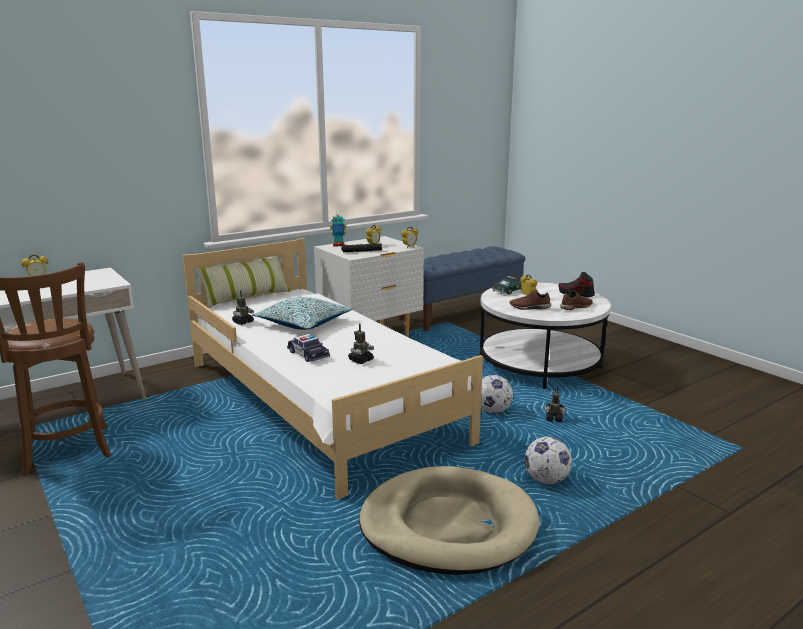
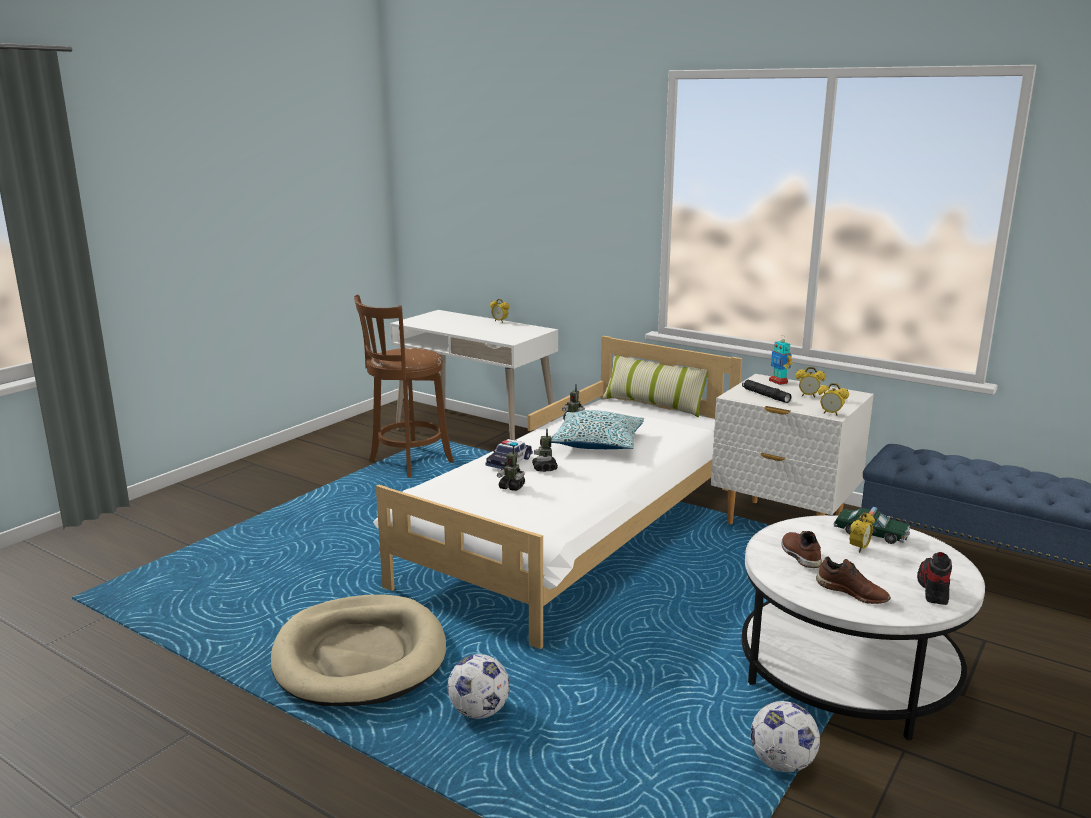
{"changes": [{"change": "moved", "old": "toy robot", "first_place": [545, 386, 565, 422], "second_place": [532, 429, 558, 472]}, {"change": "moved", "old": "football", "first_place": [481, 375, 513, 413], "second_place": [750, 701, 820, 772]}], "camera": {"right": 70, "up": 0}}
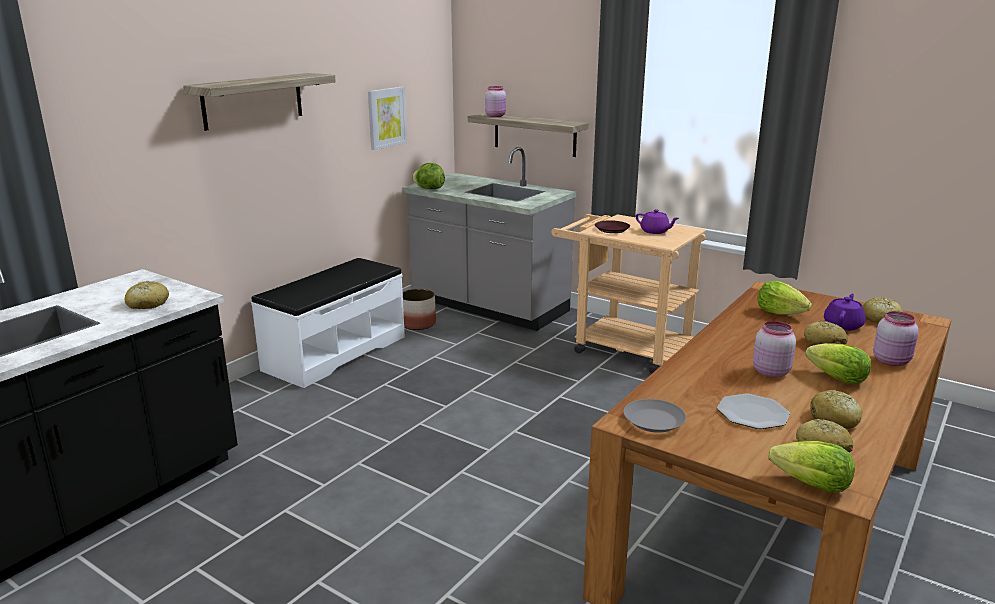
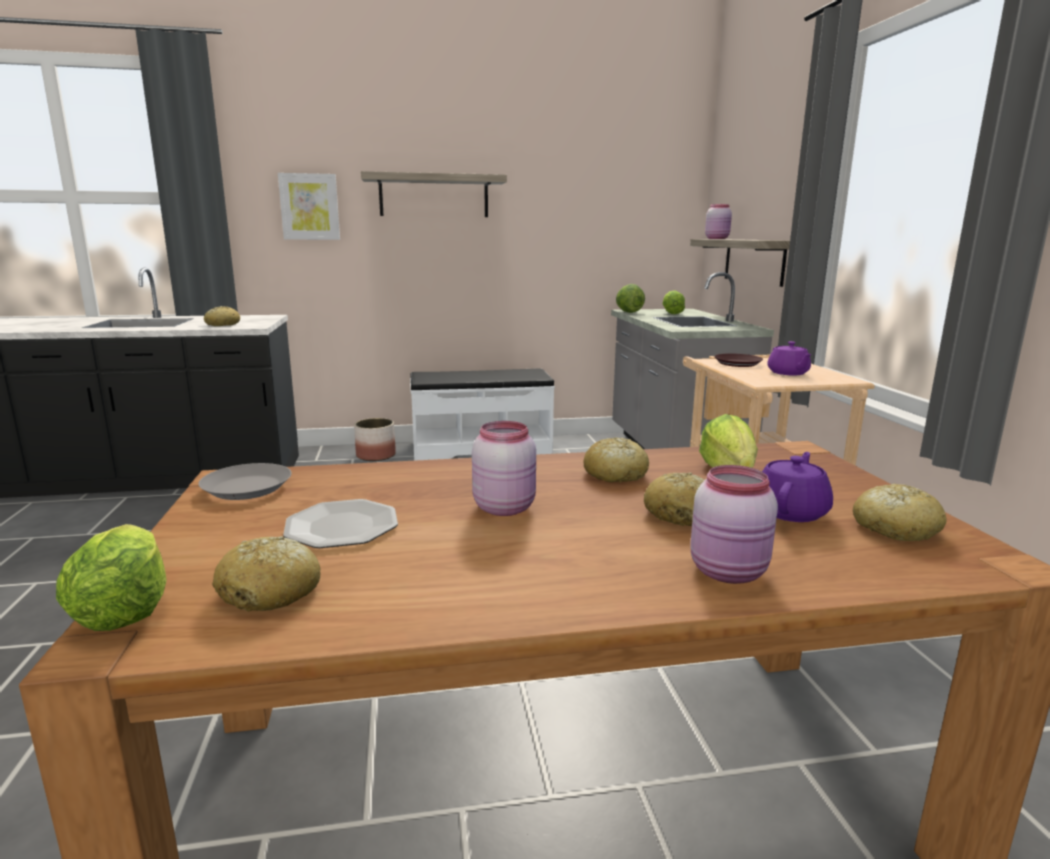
{"changes": [{"change": "moved", "old": "picture", "first_place": [368, 87, 407, 150], "second_place": [278, 173, 340, 240]}, {"change": "moved", "old": "planter", "first_place": [403, 289, 436, 330], "second_place": [354, 418, 396, 461]}, {"change": "moved", "old": "bread", "first_place": [810, 390, 862, 429], "second_place": [583, 437, 649, 483]}, {"change": "moved", "old": "lettuce", "first_place": [805, 343, 871, 384], "second_place": [662, 291, 685, 314]}, {"change": "turned", "old": "teapot (purple)", "first_place": [824, 294, 866, 331], "second_place": [762, 452, 833, 522], "degrees": -45}], "camera": {"right": 45, "up": -5}}
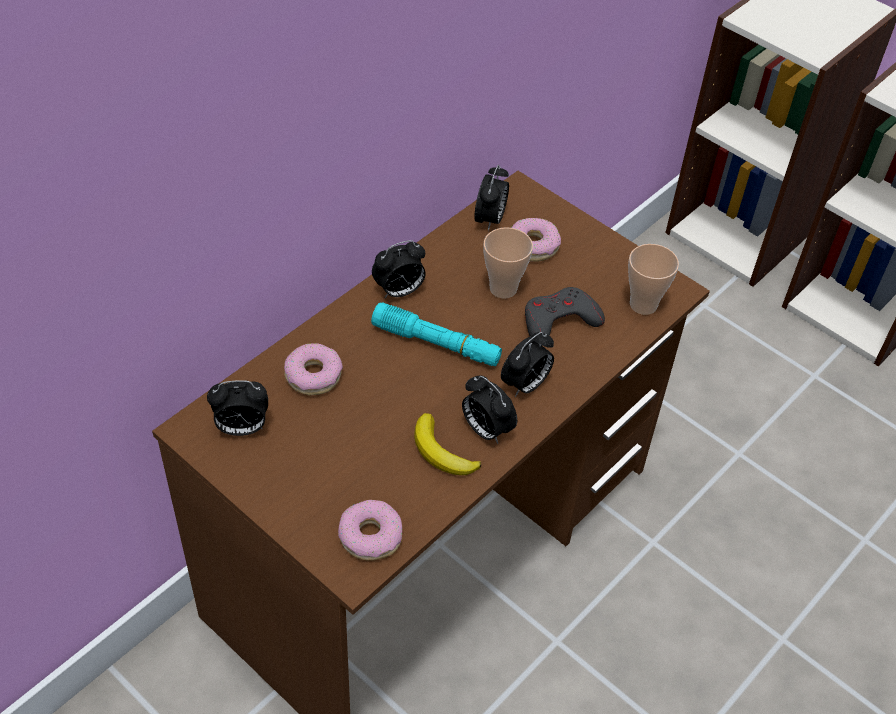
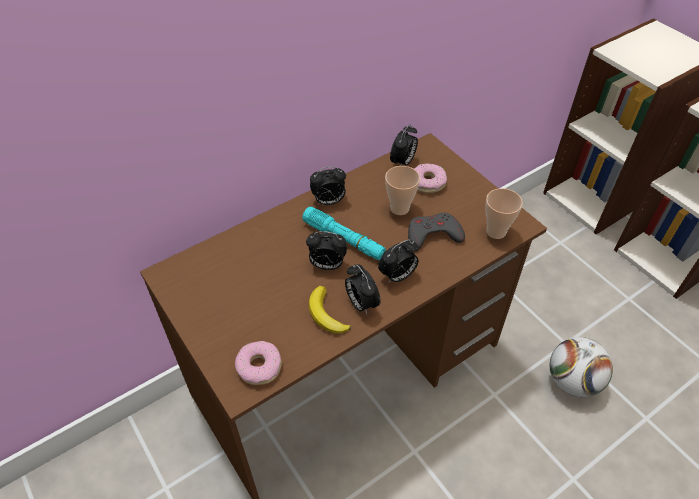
{"changes": [{"change": "moved", "old": "alarm clock", "first_place": [207, 380, 268, 436], "second_place": [306, 231, 347, 270]}, {"change": "added", "new": "football", "second_place": [550, 337, 613, 397]}, {"change": "removed", "old": "donut", "first_place": [284, 343, 343, 396]}], "camera": {"right": 15, "up": 0}}
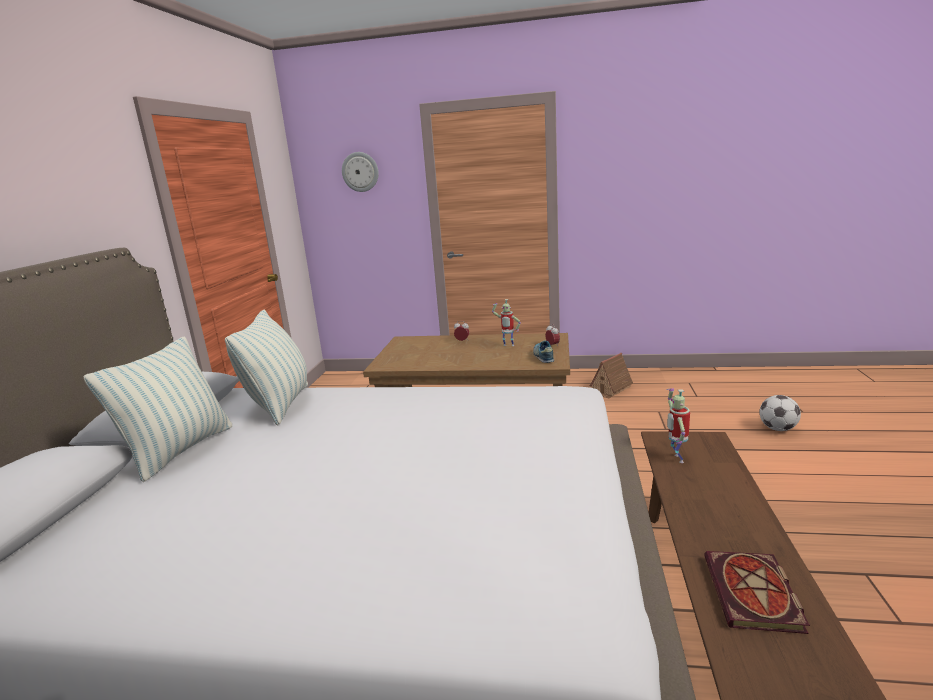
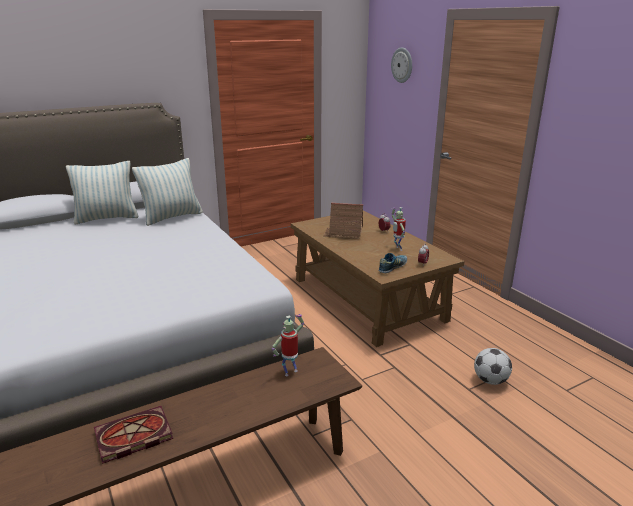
{"changes": [{"change": "moved", "old": "toy house", "first_place": [590, 353, 633, 399], "second_place": [323, 203, 363, 239]}, {"change": "moved", "old": "football", "first_place": [760, 395, 801, 431], "second_place": [474, 348, 512, 385]}], "camera": {"right": 50, "up": 5}}
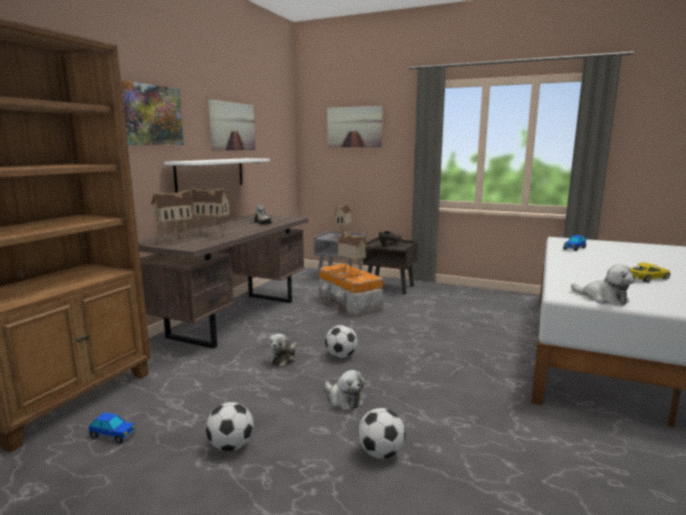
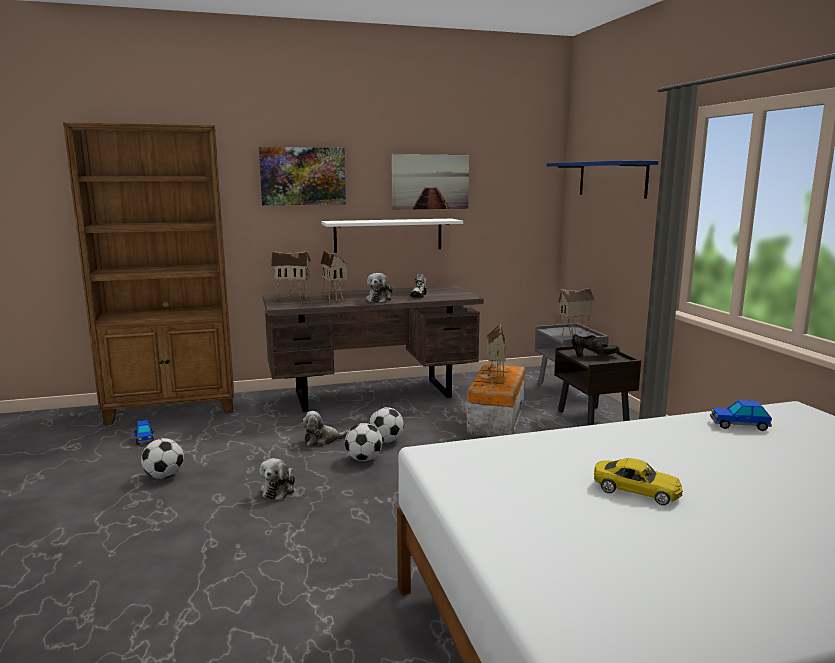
{"changes": [{"change": "moved", "old": "plush toy", "first_place": [571, 264, 635, 306], "second_place": [366, 273, 393, 302]}, {"change": "moved", "old": "football", "first_place": [358, 408, 405, 459], "second_place": [369, 407, 404, 443]}, {"change": "replaced", "old": "picture", "new": "shelf (blue)", "first_place": [327, 106, 382, 147], "second_place": [547, 161, 658, 198]}], "camera": {"right": 50, "up": 0}}
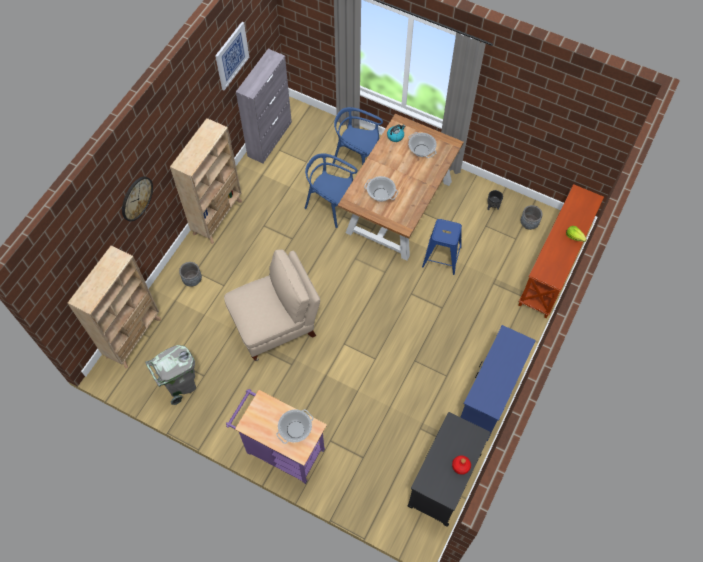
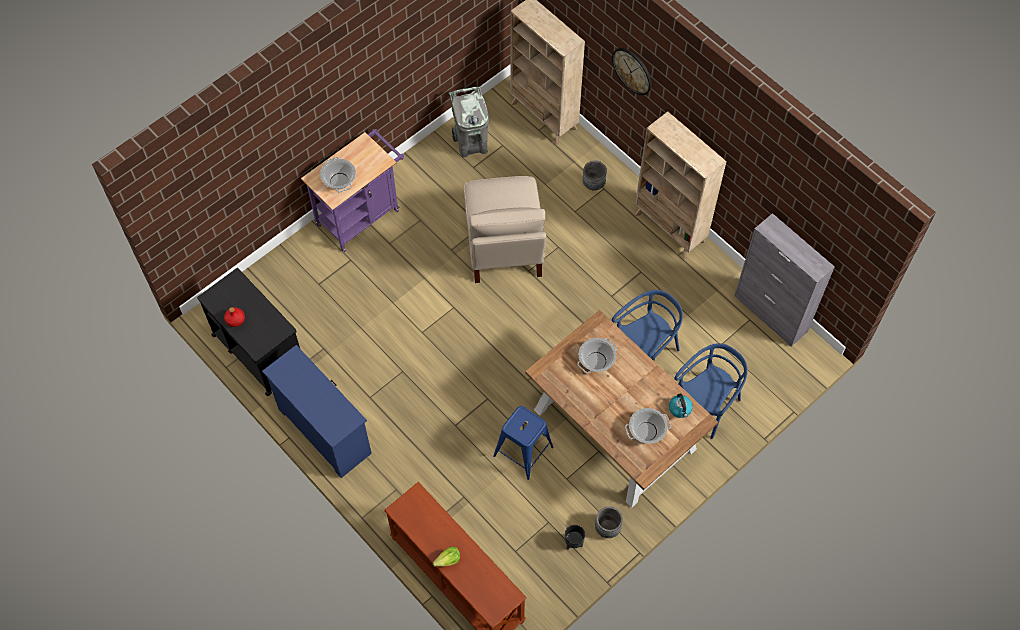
{"changes": [{"change": "moved", "old": "planter (grey)", "first_place": [521, 205, 543, 230], "second_place": [595, 506, 623, 538]}, {"change": "removed", "old": "picture", "first_place": [215, 22, 249, 90]}], "camera": {"right": 110, "up": 0}}
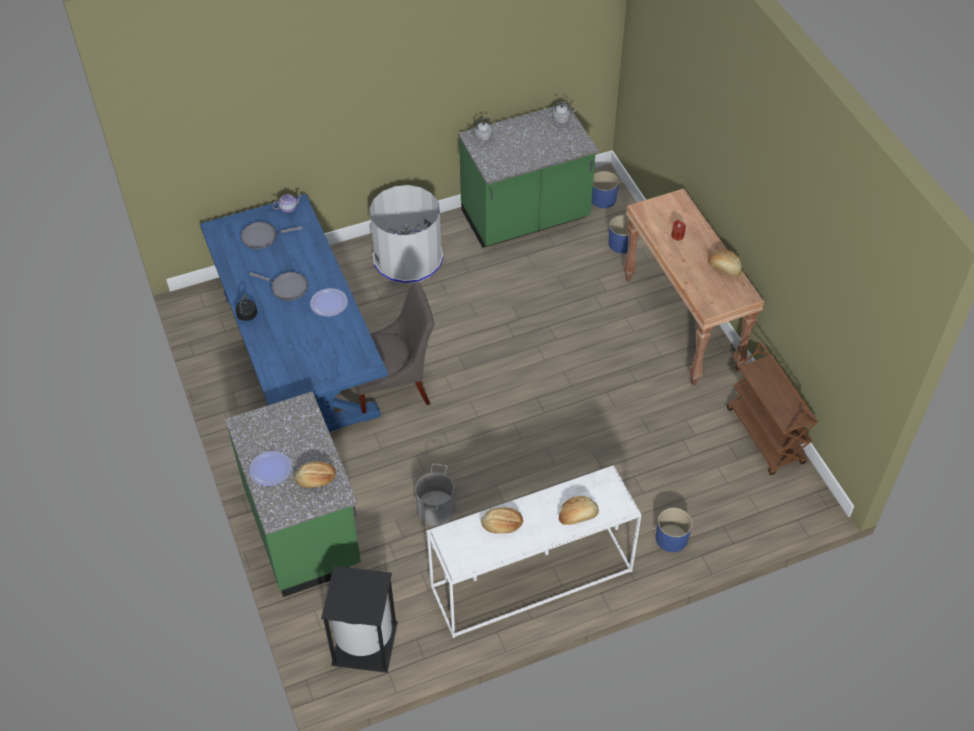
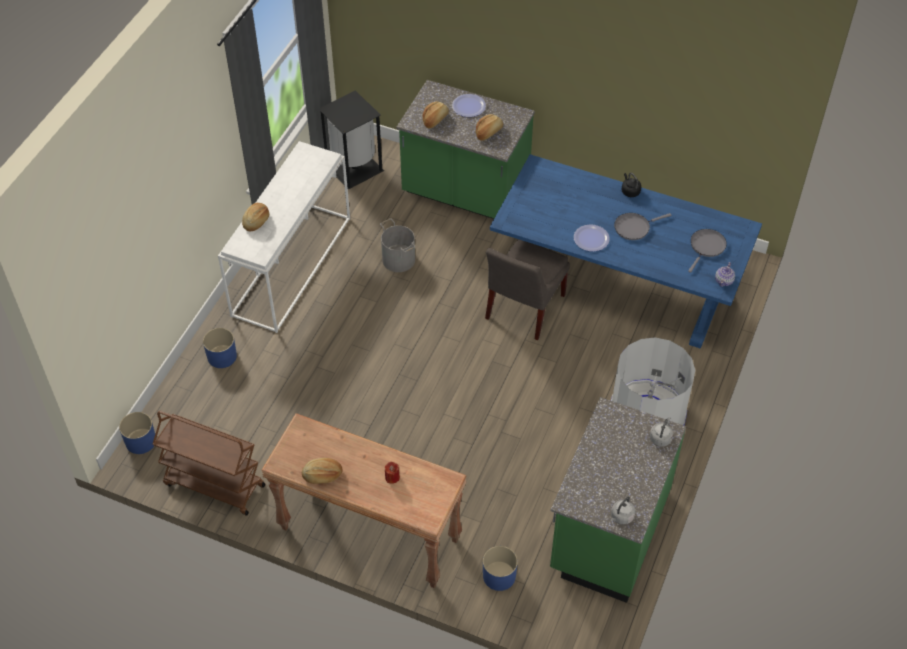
{"changes": [{"change": "moved", "old": "planter (blue)", "first_place": [592, 171, 619, 208], "second_place": [119, 412, 155, 454]}, {"change": "moved", "old": "bread", "first_place": [481, 507, 523, 533], "second_place": [476, 114, 503, 141]}], "camera": {"right": 135, "up": 0}}
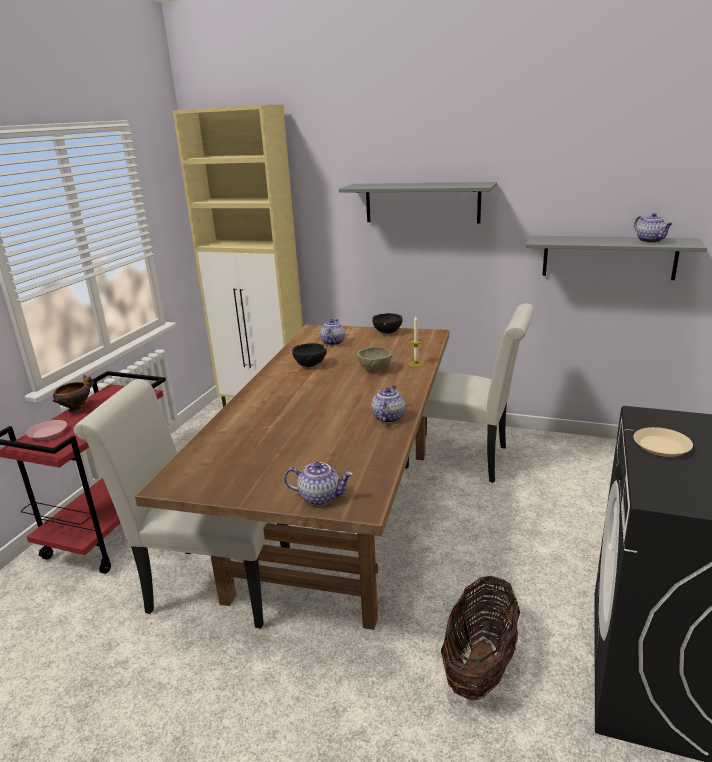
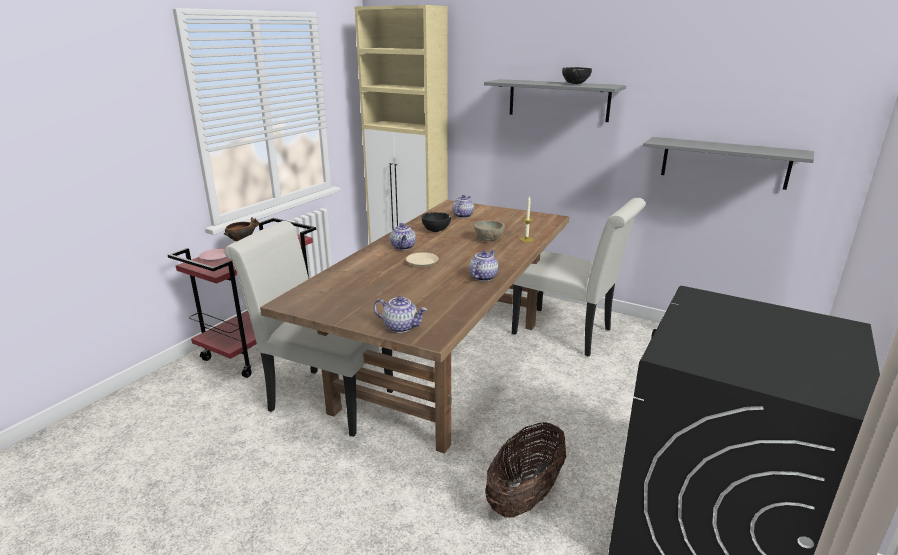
{"changes": [{"change": "moved", "old": "teapot", "first_place": [634, 213, 673, 243], "second_place": [390, 223, 416, 250]}, {"change": "moved", "old": "plate (beige)", "first_place": [634, 427, 693, 457], "second_place": [406, 252, 438, 267]}, {"change": "moved", "old": "bowl (black)", "first_place": [372, 313, 403, 333], "second_place": [562, 67, 592, 84]}], "camera": {"right": 10, "up": 0}}
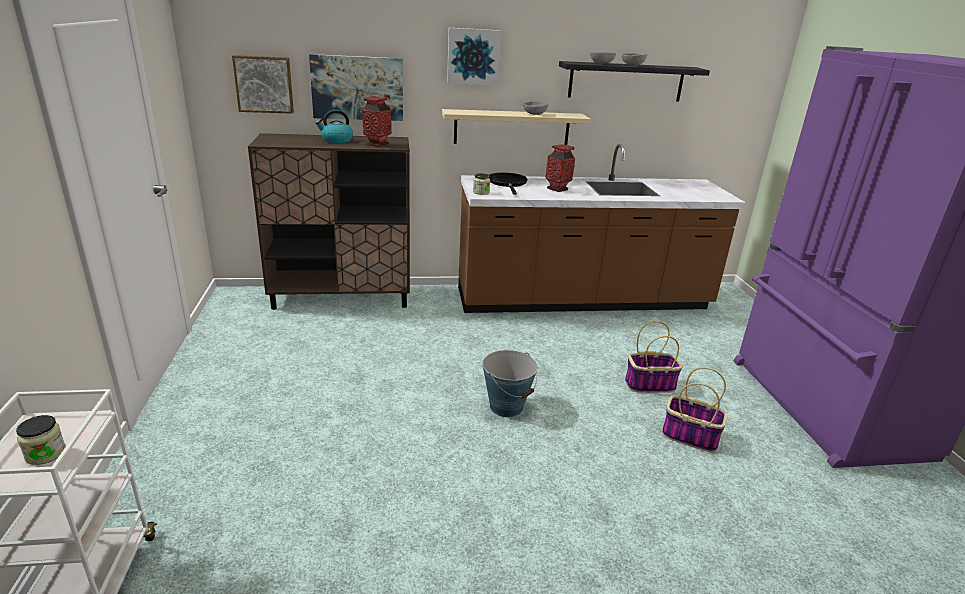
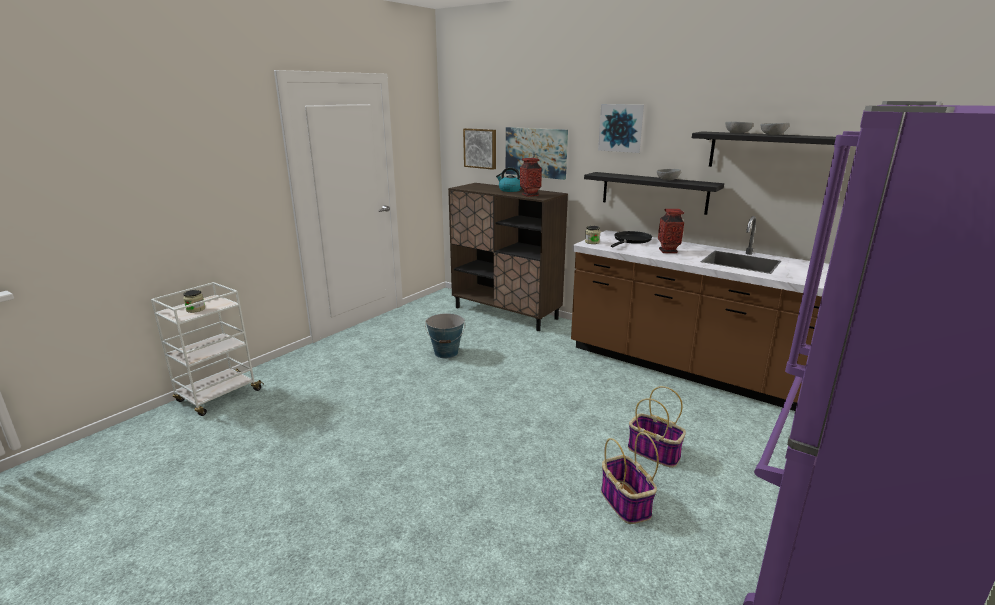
{"changes": [{"change": "moved", "old": "bucket", "first_place": [482, 350, 538, 417], "second_place": [425, 313, 465, 358]}, {"change": "recoloured", "old": "shelf (beige)", "new": "shelf (black)", "first_place": [442, 109, 590, 145], "second_place": [584, 172, 724, 215]}], "camera": {"right": 45, "up": -5}}
